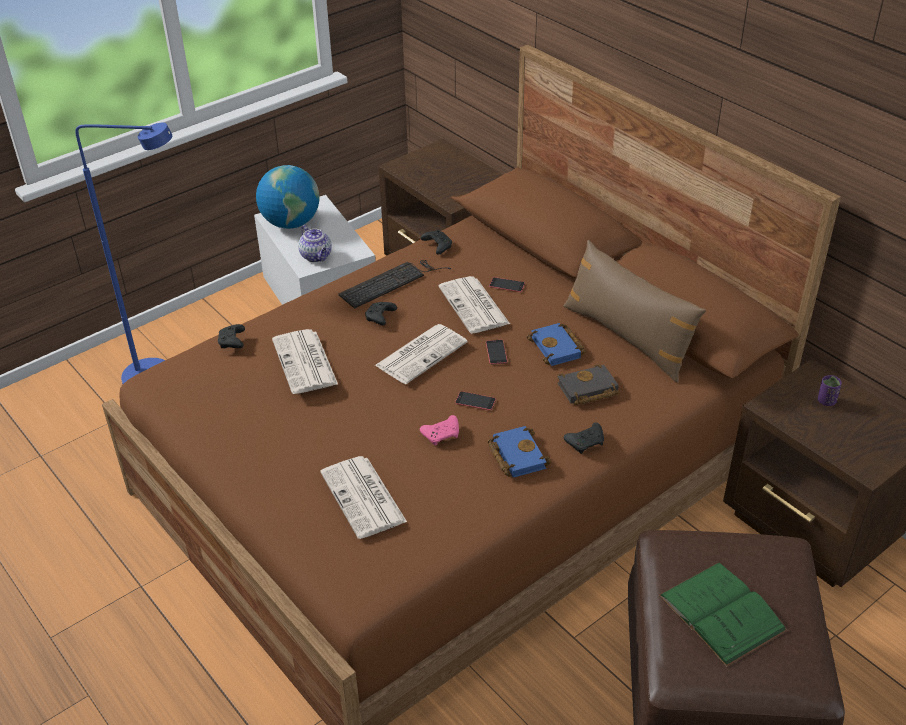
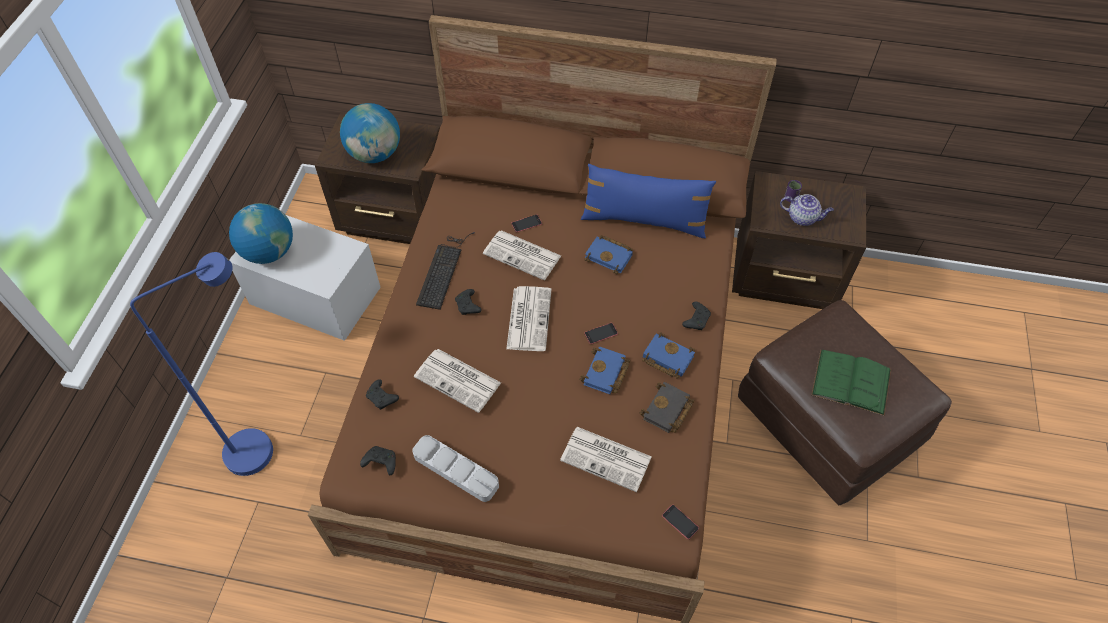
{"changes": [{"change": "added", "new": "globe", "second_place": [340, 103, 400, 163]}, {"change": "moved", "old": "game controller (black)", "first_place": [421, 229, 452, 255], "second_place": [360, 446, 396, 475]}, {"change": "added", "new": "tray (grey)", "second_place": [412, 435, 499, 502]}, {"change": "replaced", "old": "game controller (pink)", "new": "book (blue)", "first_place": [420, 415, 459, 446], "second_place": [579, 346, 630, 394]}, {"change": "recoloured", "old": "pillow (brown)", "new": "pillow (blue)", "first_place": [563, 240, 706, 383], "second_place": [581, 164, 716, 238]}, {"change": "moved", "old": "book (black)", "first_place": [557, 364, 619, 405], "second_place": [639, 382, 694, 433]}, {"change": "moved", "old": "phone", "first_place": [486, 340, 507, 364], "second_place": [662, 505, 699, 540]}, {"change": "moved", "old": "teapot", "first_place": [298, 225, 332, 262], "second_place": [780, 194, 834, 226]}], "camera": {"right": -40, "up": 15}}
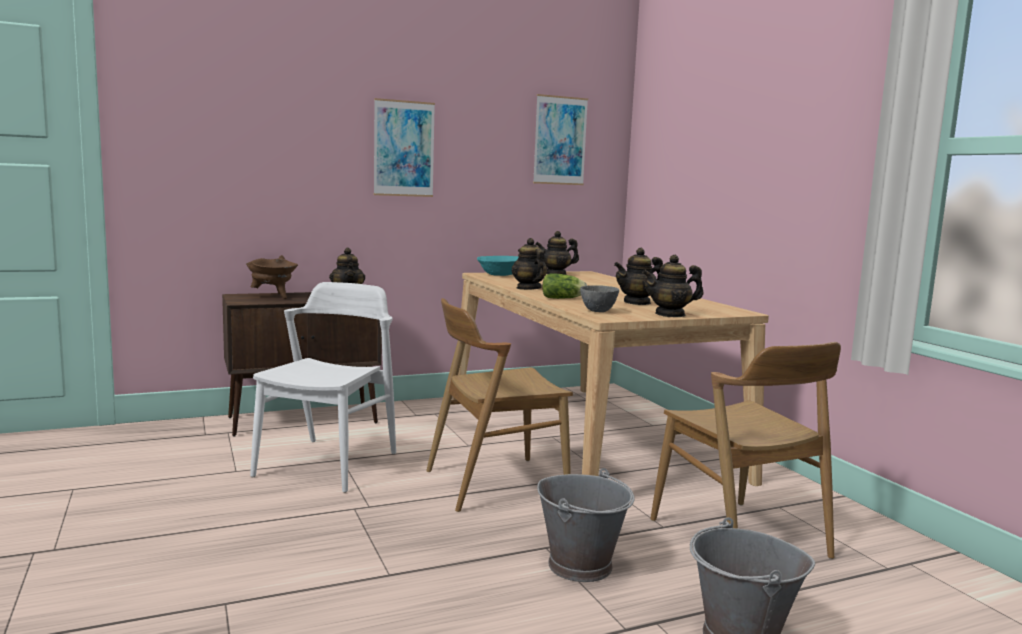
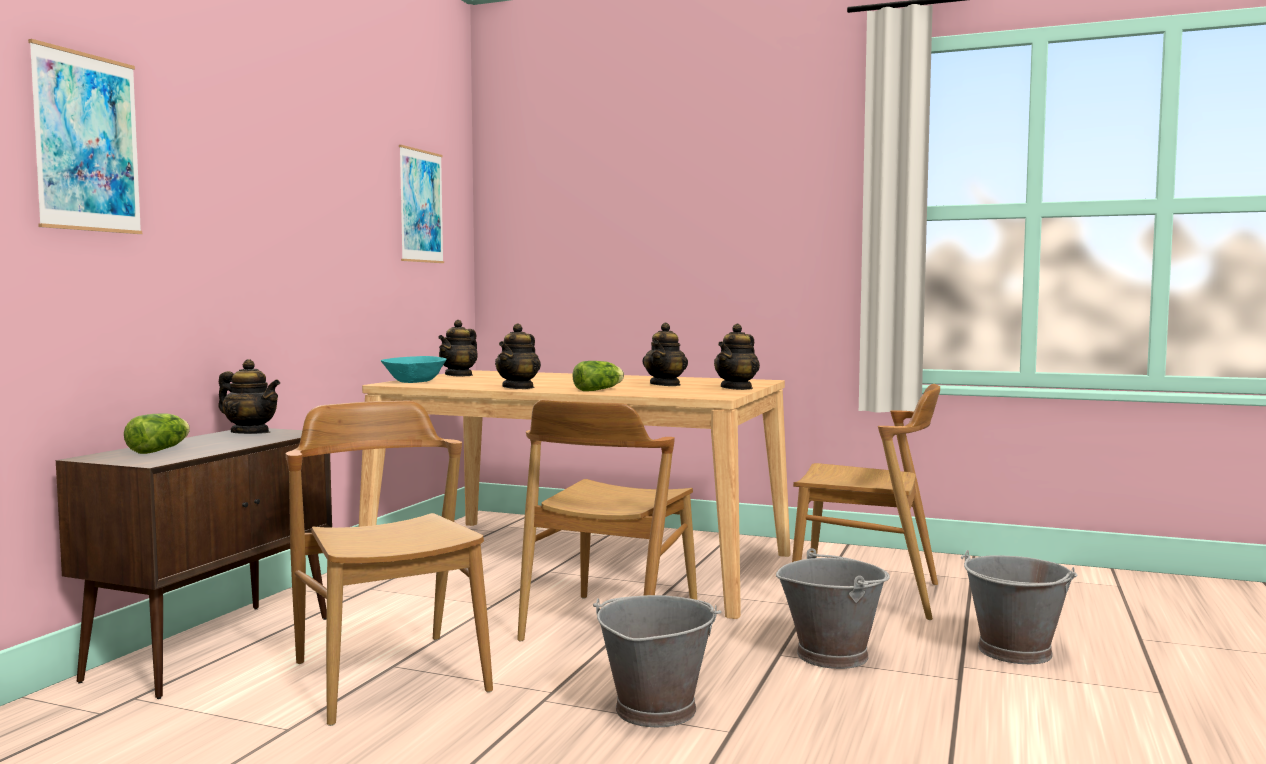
{"changes": [{"change": "moved", "old": "picture", "first_place": [374, 98, 435, 197], "second_place": [28, 39, 142, 234]}, {"change": "replaced", "old": "cooking pot (brown)", "new": "lettuce", "first_place": [246, 255, 298, 299], "second_place": [124, 413, 190, 454]}, {"change": "recoloured", "old": "chair (white)", "new": "chair (brown)", "first_place": [250, 282, 396, 493], "second_place": [286, 401, 493, 726]}, {"change": "turned", "old": "teapot", "first_place": [512, 238, 547, 290], "second_place": [495, 323, 541, 389], "degrees": -90}, {"change": "added", "new": "bucket (grey)", "second_place": [593, 595, 722, 728]}, {"change": "removed", "old": "bowl (grey)", "first_place": [580, 285, 619, 312]}], "camera": {"right": -45, "up": -5}}
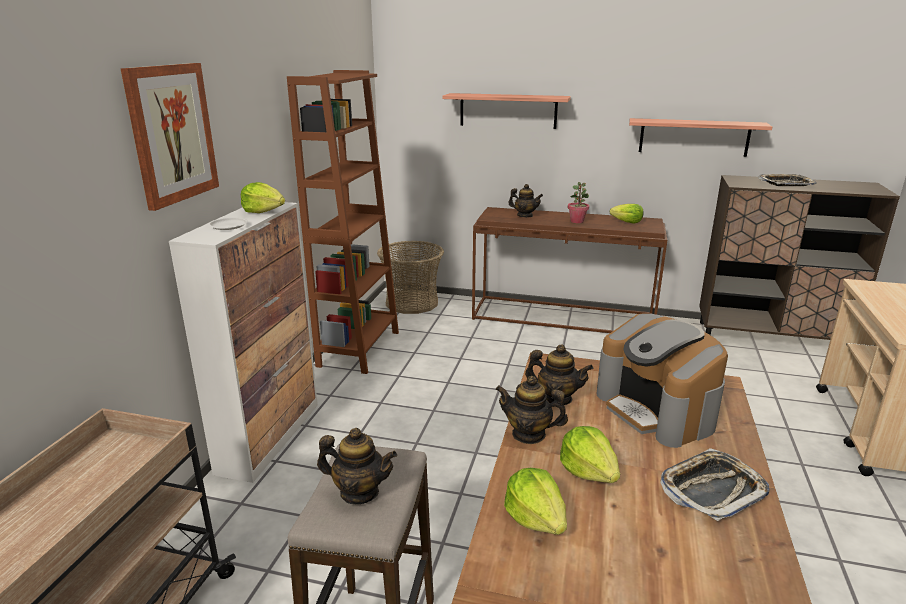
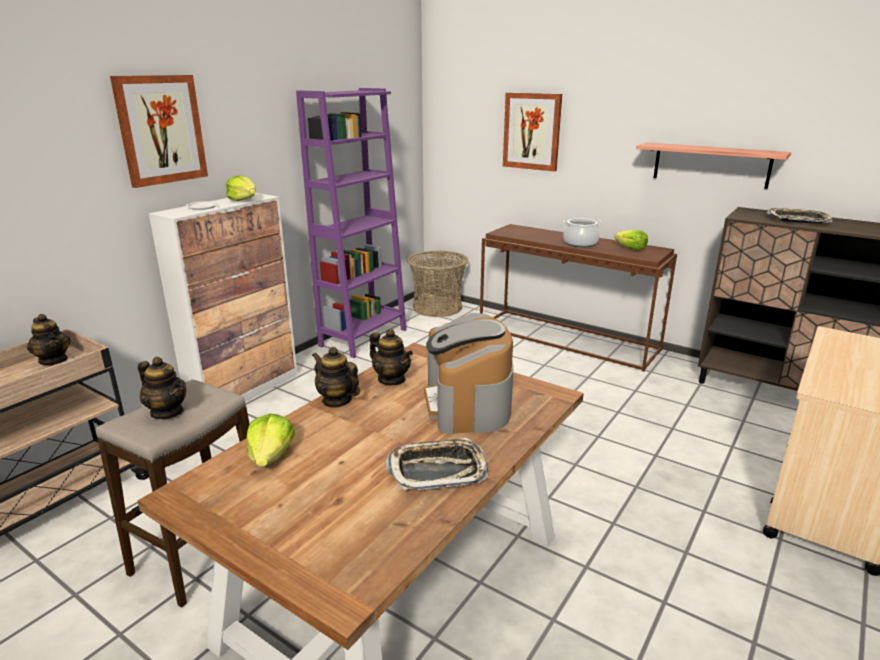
{"changes": [{"change": "moved", "old": "teapot", "first_place": [508, 184, 543, 217], "second_place": [27, 314, 70, 365]}, {"change": "recoloured", "old": "bookcase (brown)", "new": "bookcase (purple)", "first_place": [287, 70, 399, 374], "second_place": [296, 88, 406, 358]}, {"change": "replaced", "old": "shelf", "new": "picture", "first_place": [442, 93, 571, 129], "second_place": [503, 93, 562, 172]}, {"change": "replaced", "old": "potted plant", "new": "cooking pot", "first_place": [568, 182, 589, 223], "second_place": [563, 218, 602, 247]}, {"change": "removed", "old": "lettuce", "first_place": [560, 426, 620, 483]}], "camera": {"right": 20, "up": 0}}
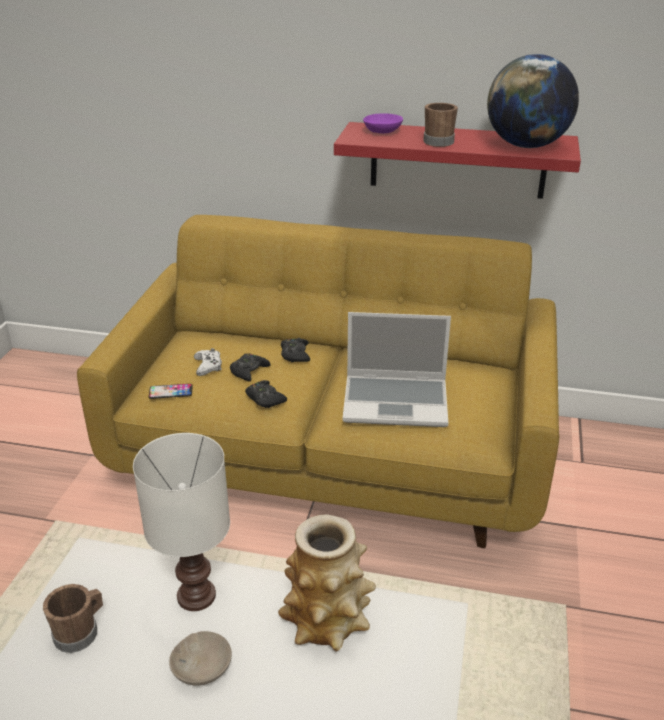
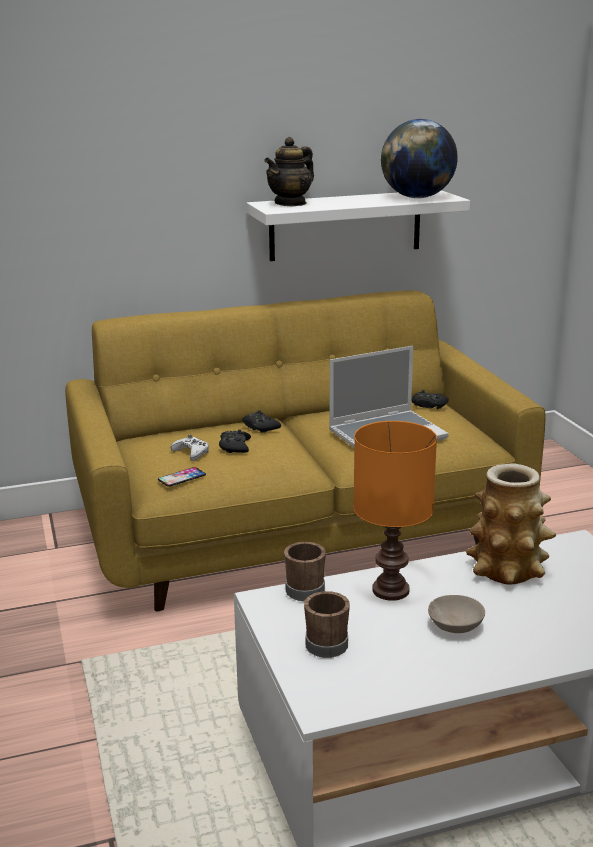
{"changes": [{"change": "recoloured", "old": "shelf (red)", "new": "shelf (white)", "first_place": [334, 122, 581, 199], "second_place": [247, 190, 470, 261]}, {"change": "replaced", "old": "bowl (purple)", "new": "teapot", "first_place": [363, 113, 403, 133], "second_place": [264, 137, 314, 207]}, {"change": "moved", "old": "mug (brown)", "first_place": [423, 103, 458, 147], "second_place": [284, 542, 326, 601]}, {"change": "recoloured", "old": "table lamp (white)", "new": "table lamp (orange)", "first_place": [133, 433, 230, 611], "second_place": [353, 421, 437, 601]}, {"change": "moved", "old": "game controller (black)", "first_place": [245, 380, 287, 408], "second_place": [412, 390, 449, 409]}], "camera": {"right": -30, "up": -10}}
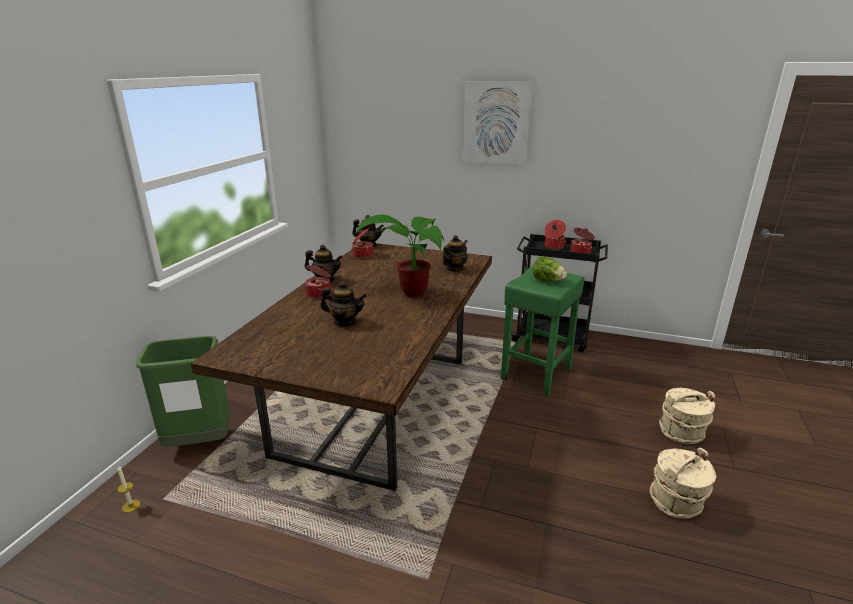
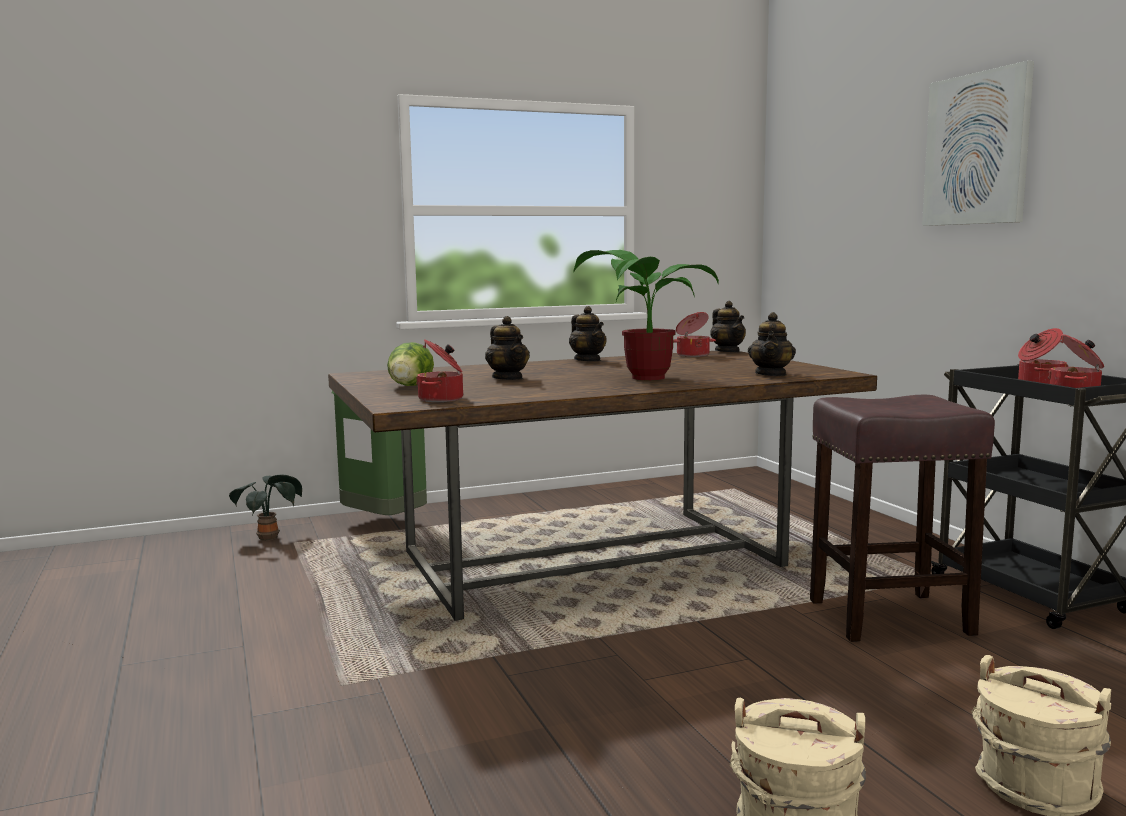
{"changes": [{"change": "replaced", "old": "candle", "new": "potted plant", "first_place": [117, 466, 140, 512], "second_place": [229, 475, 302, 540]}, {"change": "moved", "old": "lettuce", "first_place": [532, 256, 567, 281], "second_place": [387, 342, 434, 386]}, {"change": "moved", "old": "cooking pot", "first_place": [305, 264, 331, 298], "second_place": [416, 340, 463, 402]}, {"change": "turned", "old": "teapot", "first_place": [443, 235, 468, 272], "second_place": [748, 312, 796, 376], "degrees": 105}, {"change": "recoloured", "old": "stool (green)", "new": "stool (brown)", "first_place": [501, 266, 585, 396], "second_place": [810, 395, 995, 642]}], "camera": {"right": 50, "up": -15}}
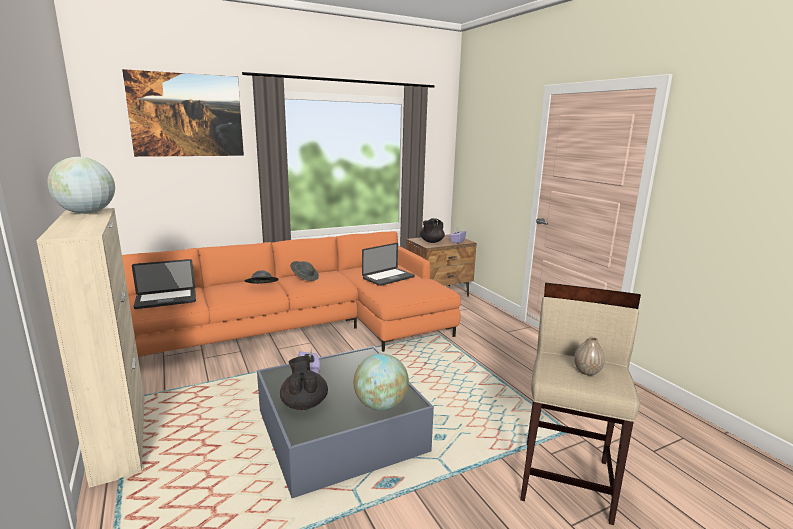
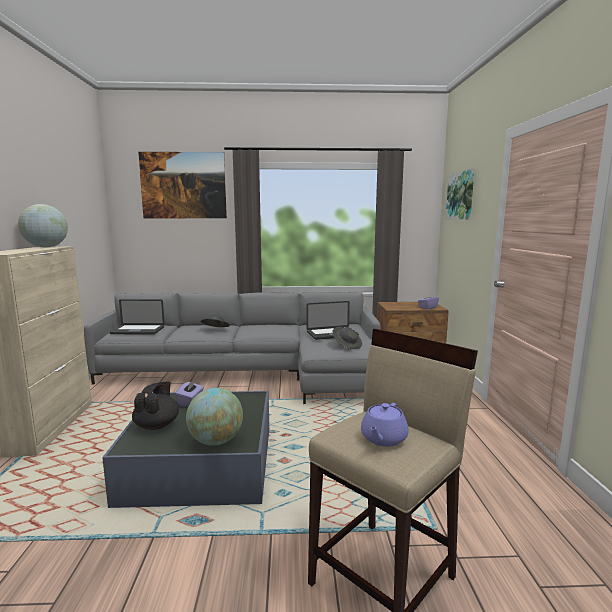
{"changes": [{"change": "recoloured", "old": "sofa (orange)", "new": "sofa (grey)", "first_place": [122, 231, 461, 357], "second_place": [84, 292, 381, 404]}, {"change": "moved", "old": "hat (grey)", "first_place": [290, 261, 319, 281], "second_place": [332, 327, 362, 349]}, {"change": "replaced", "old": "vase", "new": "teapot (purple)", "first_place": [574, 337, 605, 376], "second_place": [361, 403, 409, 447]}, {"change": "added", "new": "picture", "second_place": [446, 169, 474, 220]}, {"change": "removed", "old": "teapot (black)", "first_place": [420, 218, 445, 243]}], "camera": {"right": 25, "up": -5}}
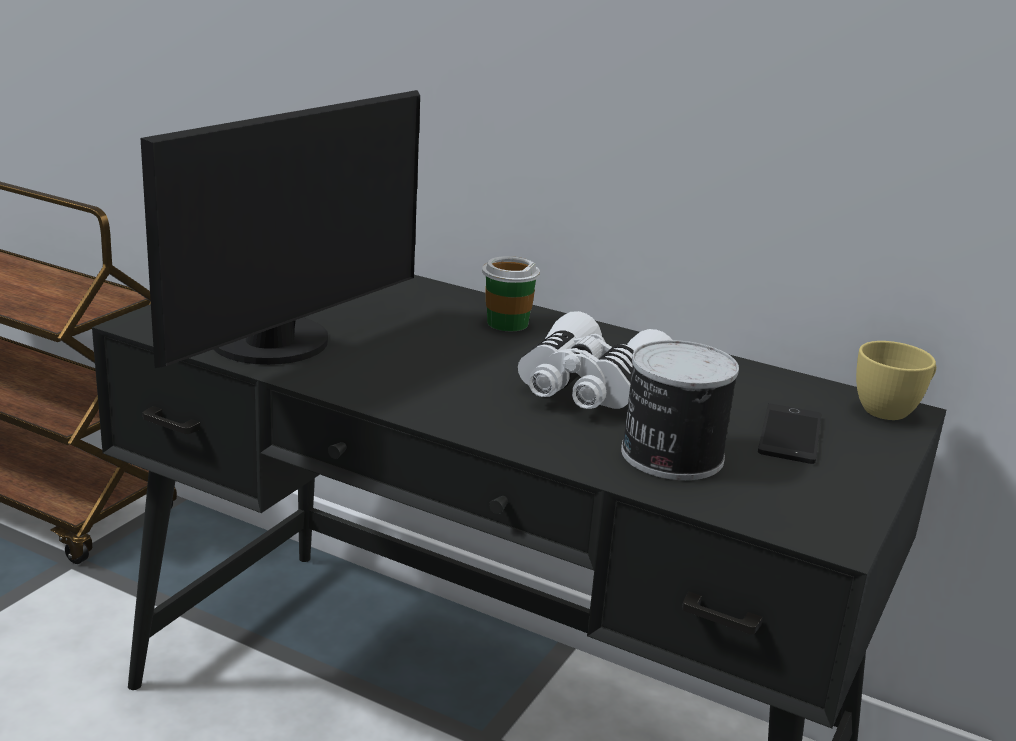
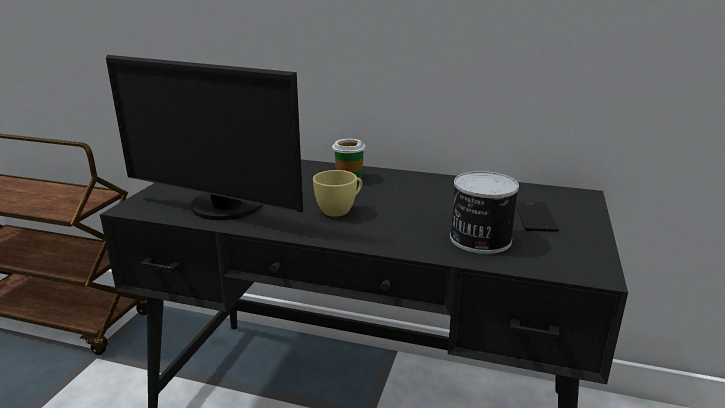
{"changes": [{"change": "turned", "old": "monitor", "first_place": [140, 90, 420, 368], "second_place": [106, 55, 303, 220], "degrees": 90}, {"change": "moved", "old": "cup (yellow)", "first_place": [856, 341, 936, 420], "second_place": [313, 170, 362, 217]}, {"change": "removed", "old": "binoculars (white)", "first_place": [518, 311, 672, 409]}], "camera": {"right": -10, "up": 0}}
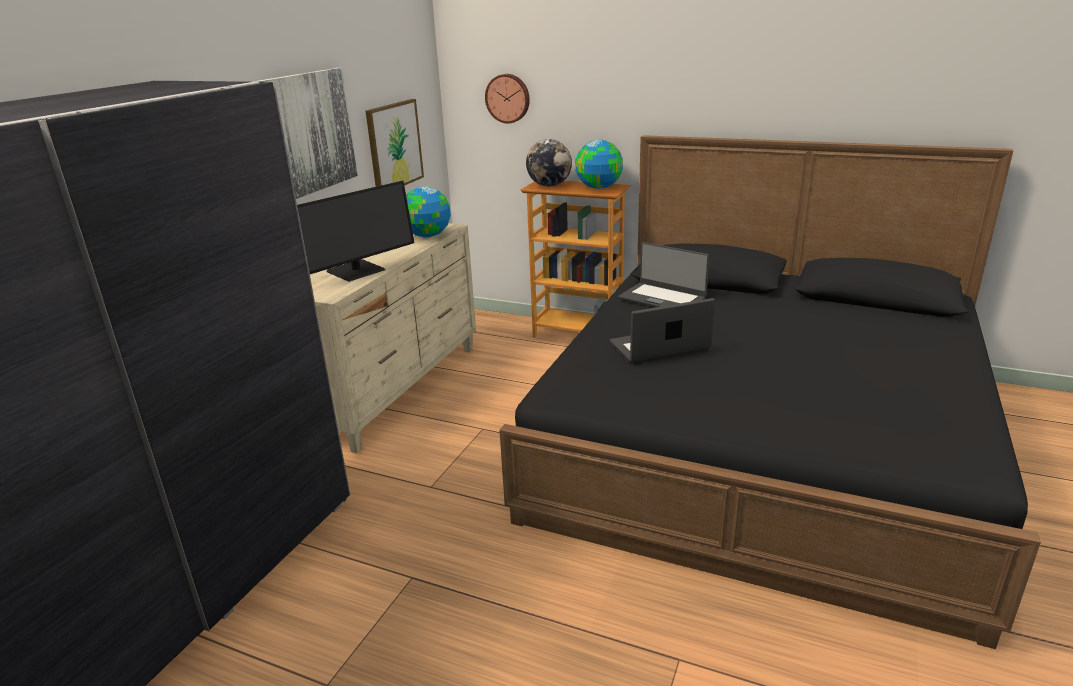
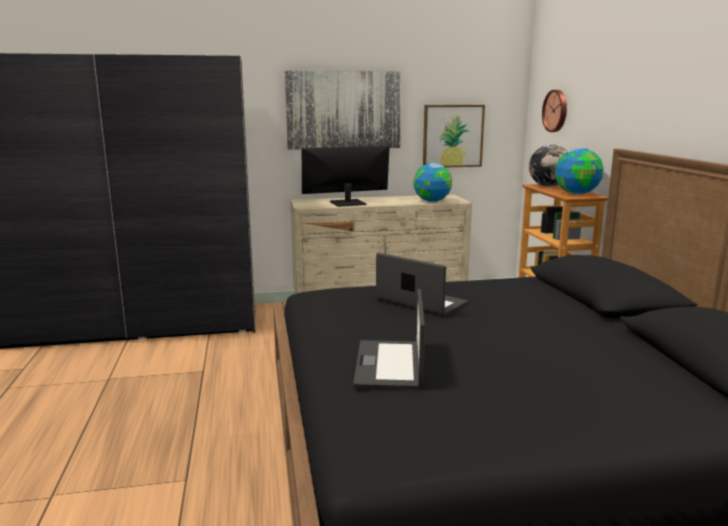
{"changes": [{"change": "turned", "old": "monitor", "first_place": [297, 181, 414, 282], "second_place": [302, 146, 390, 207], "degrees": 150}, {"change": "moved", "old": "laptop", "first_place": [618, 242, 710, 307], "second_place": [353, 289, 425, 389]}], "camera": {"right": 55, "up": -10}}
